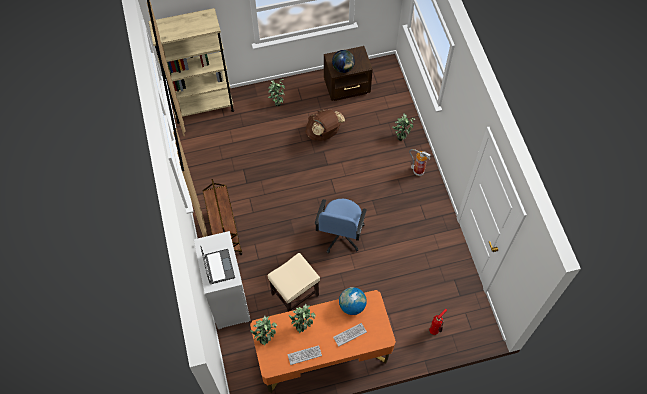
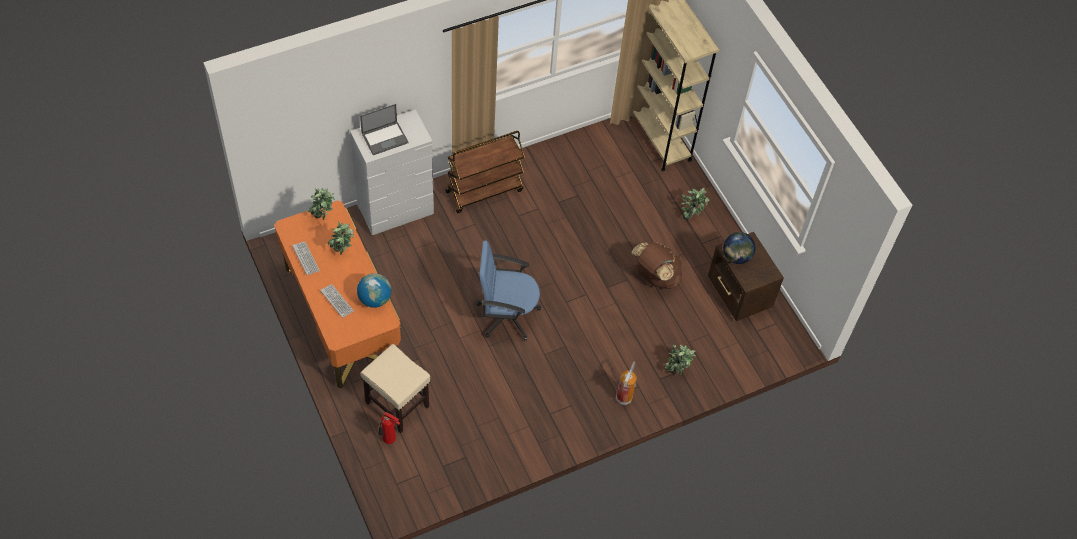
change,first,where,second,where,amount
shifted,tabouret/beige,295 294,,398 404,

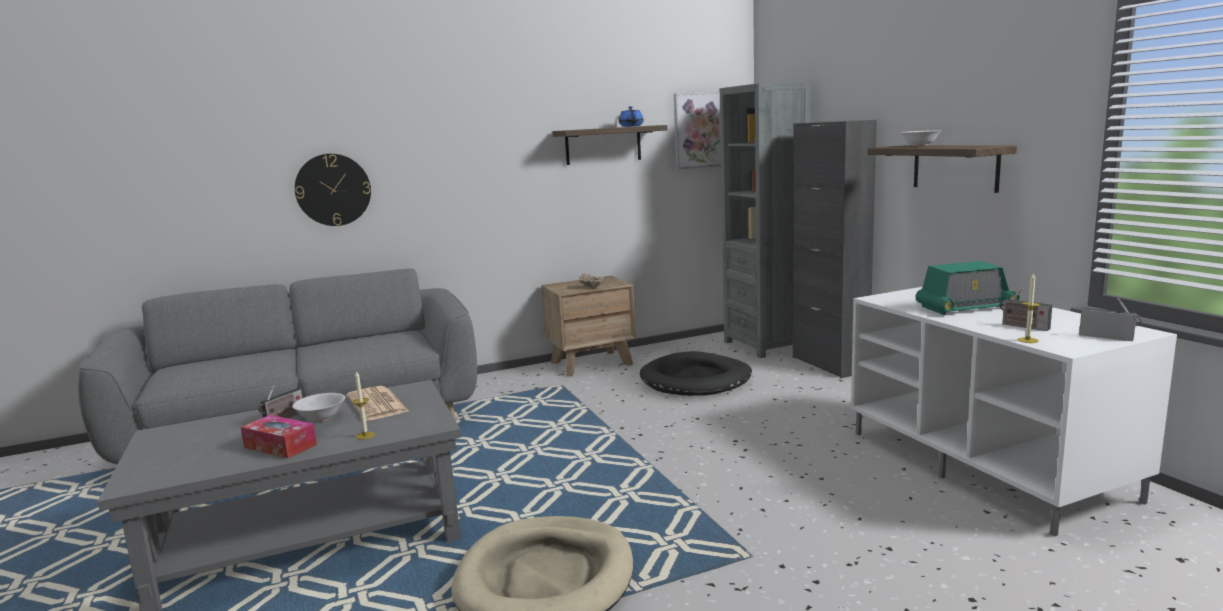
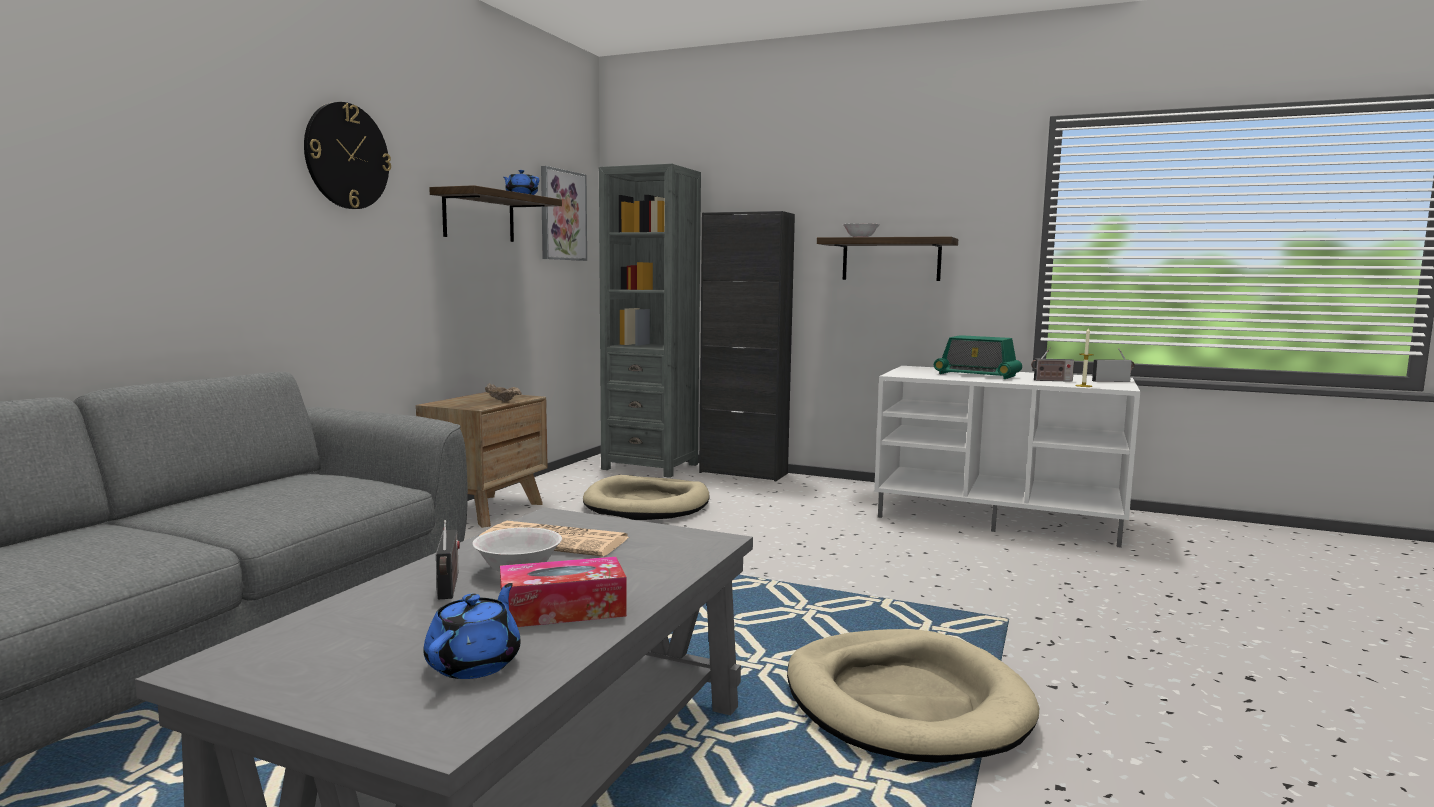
change,first,where,second,where,amount
gone,bougie,365 435,,,
new,,,théière/bleu,475 663,
shifted,horloge murale,333 190,,347 156,
repainted,panier pour chien/noir,696 380,panier pour chien/beige,647 504,
rotated,radio,965 307,,976 375,90 degrees clockwise

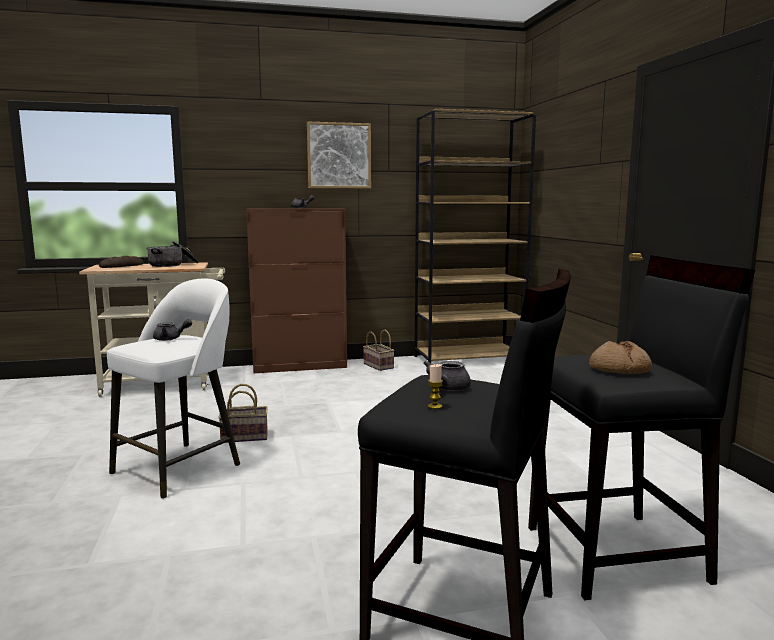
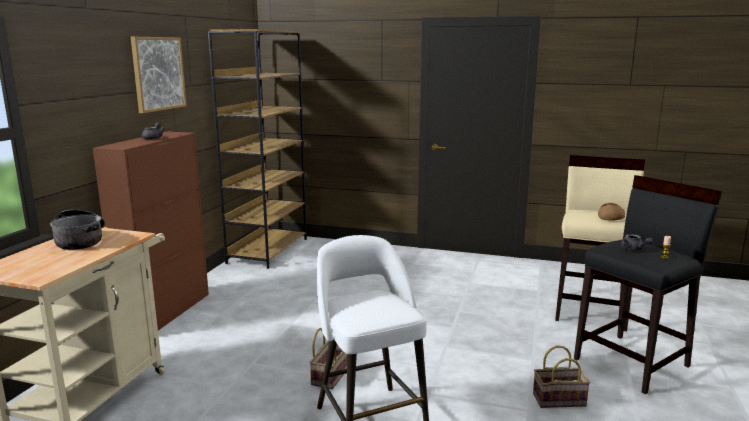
change,first,where,second,where,amount
gone,pain,121 266,,,
gone,théière/gris,171 339,,,
shifted,panier,379 366,,560 399,
repainted,tabouret/noir,617 554,tabouret/beige,591 310,

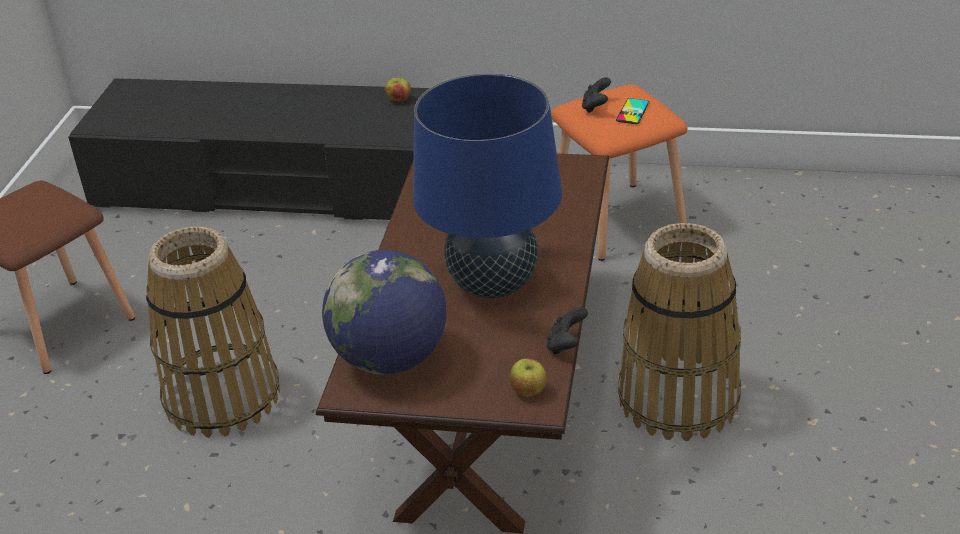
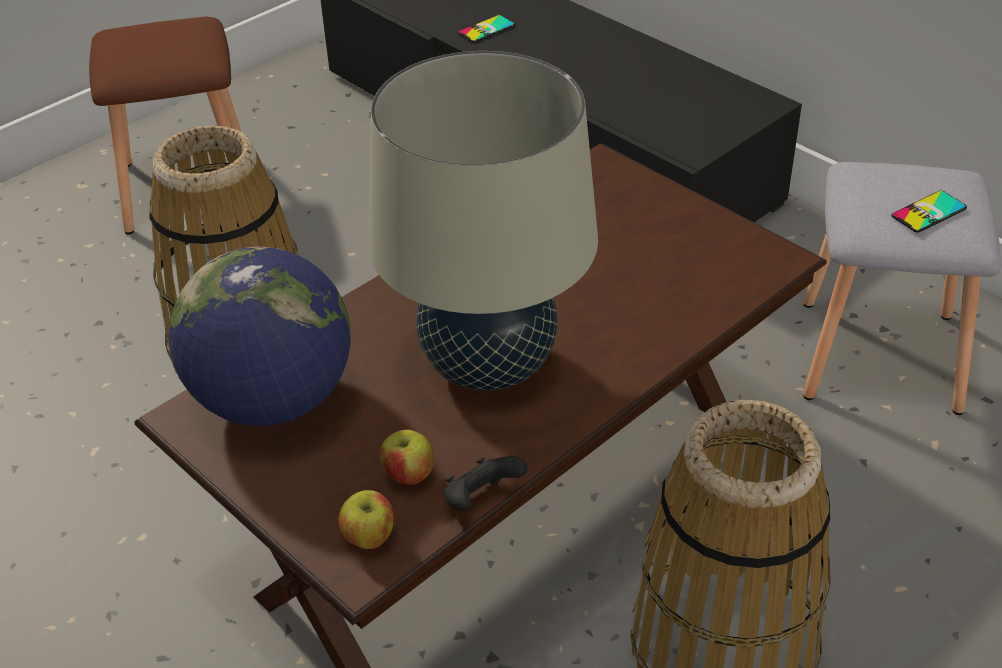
change,first,where,second,where,amount
gone,manette/noir,596 107,,,
new,,,téléphone,486 29,
shifted,pomme,399 100,,408 475,
repainted,lampe de table/bleu,493 284,lampe de table/beige,488 365,
repainted,tabouret/orange,616 221,tabouret/gris,876 356,

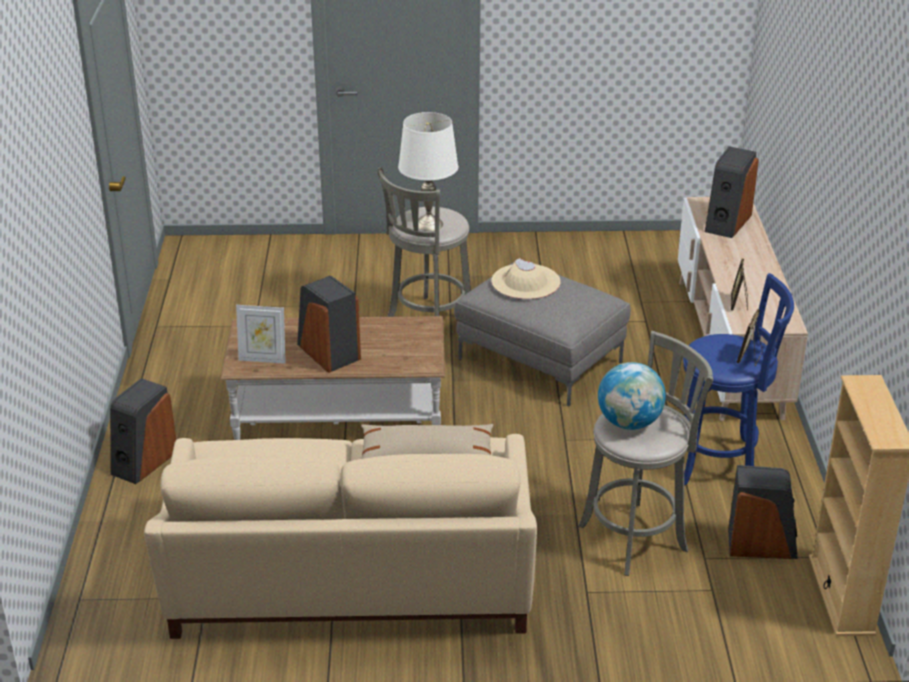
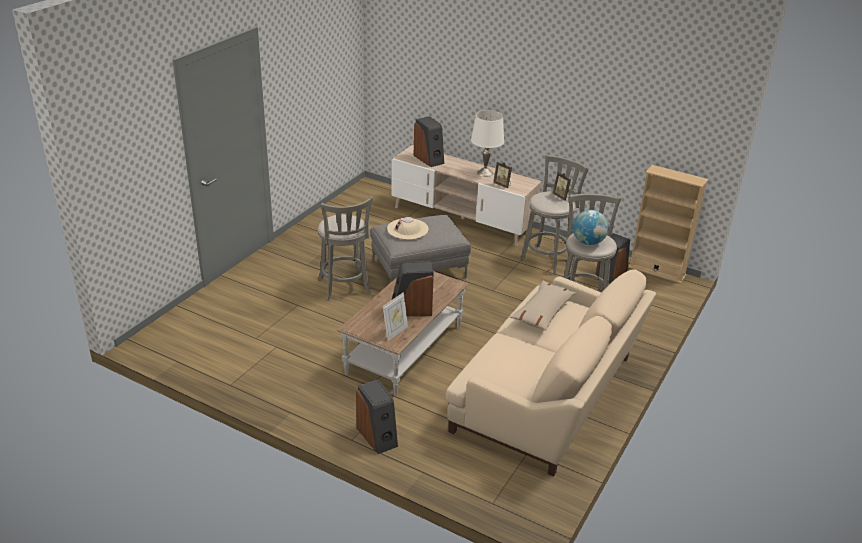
change,first,where,second,where,amount
shifted,lampe de table/blanc,429 224,,485 173,
repainted,tabouret/bleu,721 462,tabouret/gris,547 259,

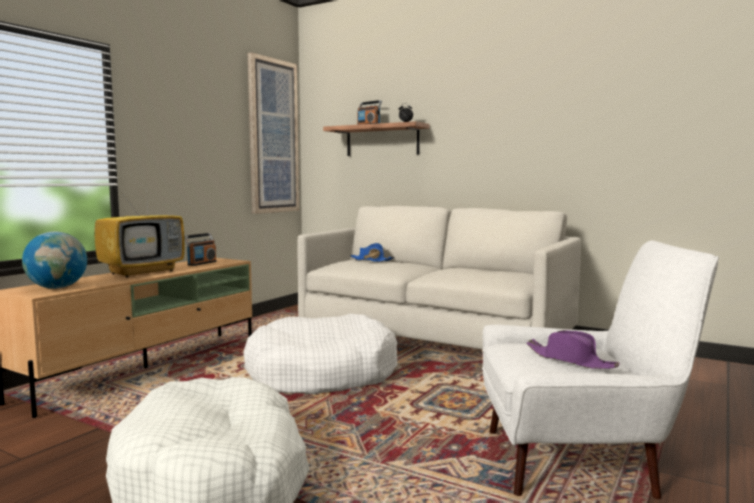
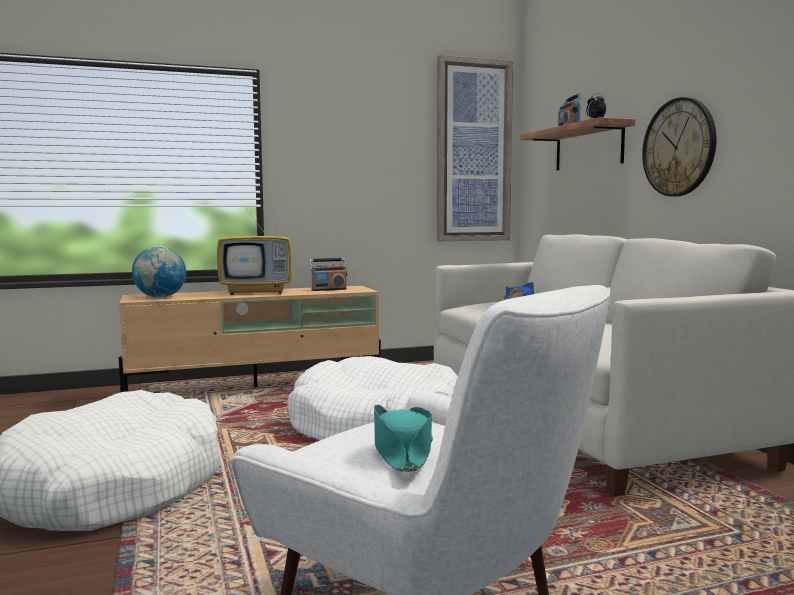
change,first,where,second,where,amount
new,,,horloge murale,679 147,
repainted,chapeau/violet,570 360,chapeau/turquoise,402 451,

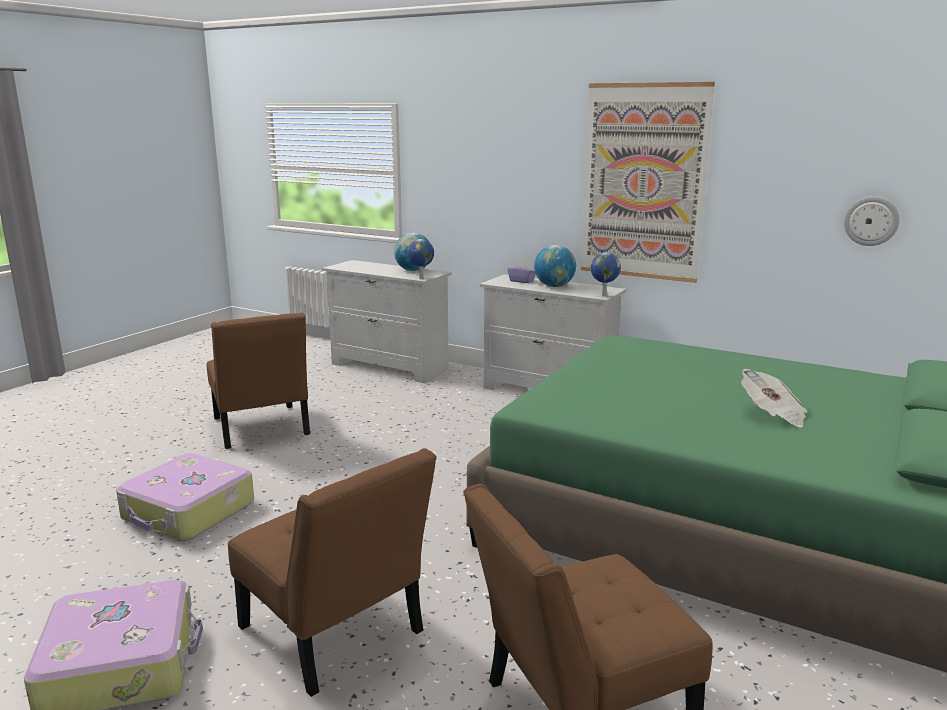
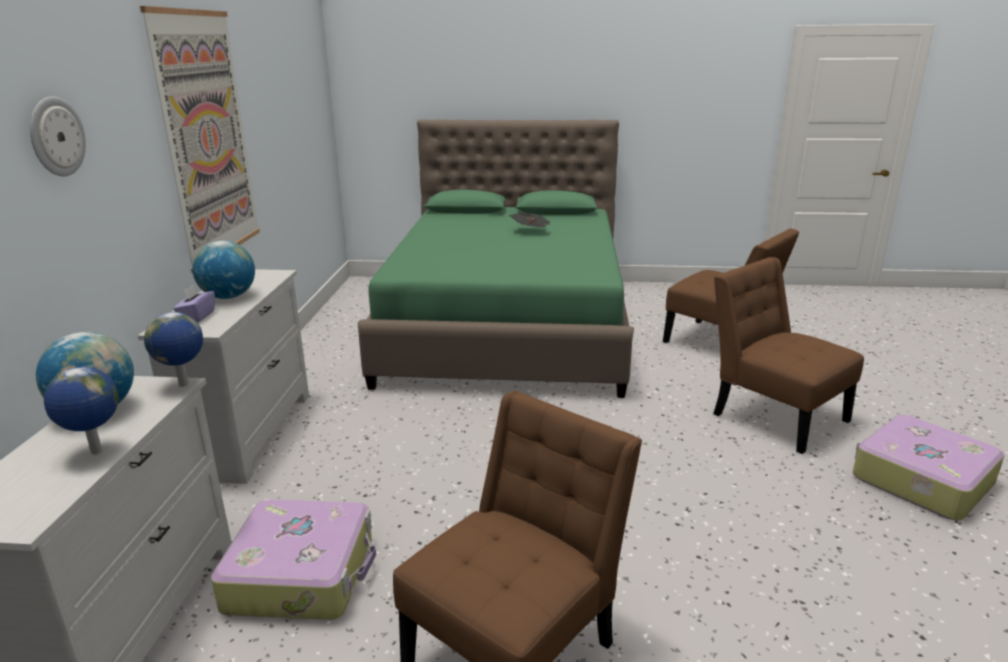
change,first,where,second,where,amount
shifted,valise,188 512,,302 573,
shifted,globe,603 295,,96 452,
shifted,horloge murale,871 221,,56 137,
rotated,chaise/marron,336 635,,774 414,60 degrees counterclockwise

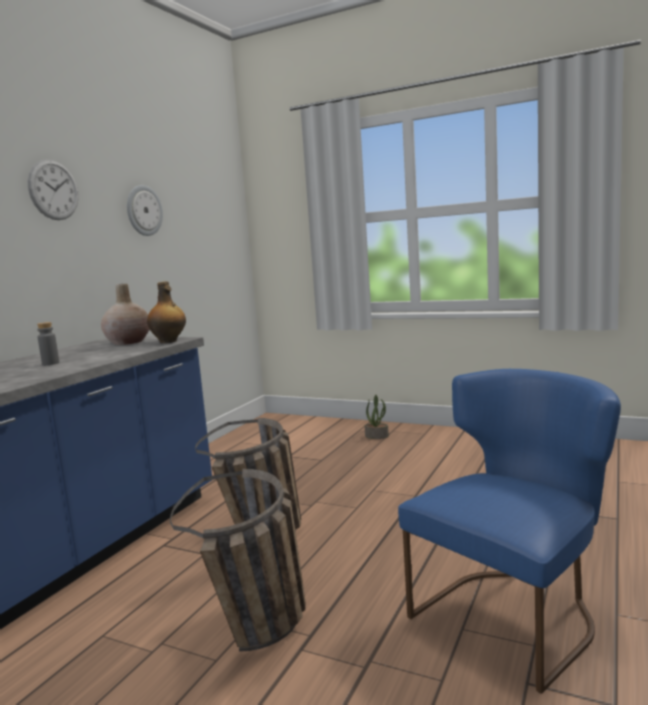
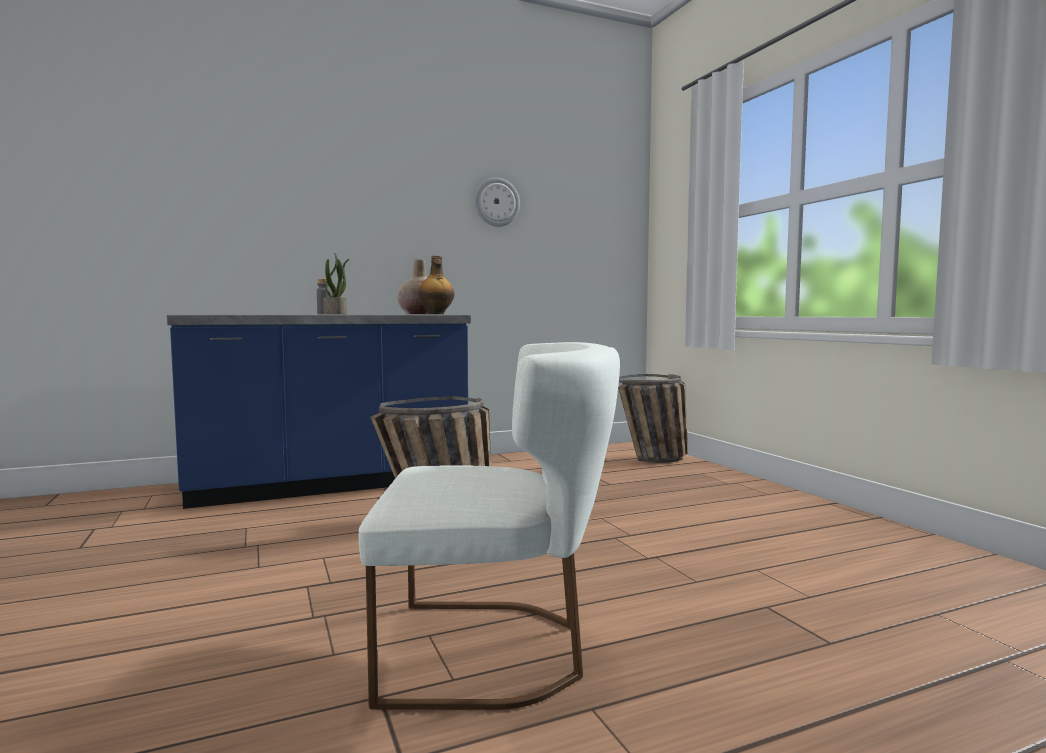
change,first,where,second,where,amount
gone,horloge murale,53 190,,,
shifted,panier,262 633,,655 460,
shifted,plante en pot,377 436,,335 314,
repainted,chaise/bleu,515 613,chaise/blanc,496 650,

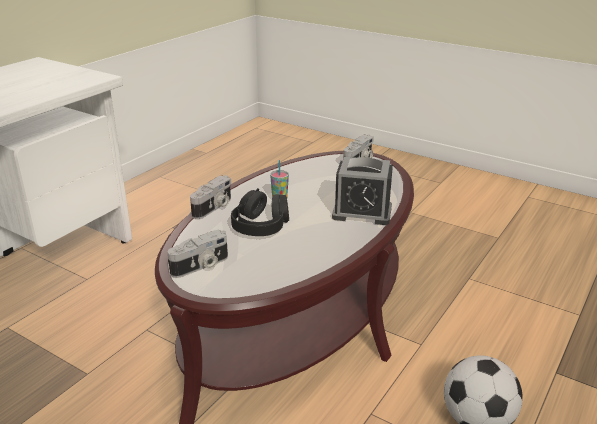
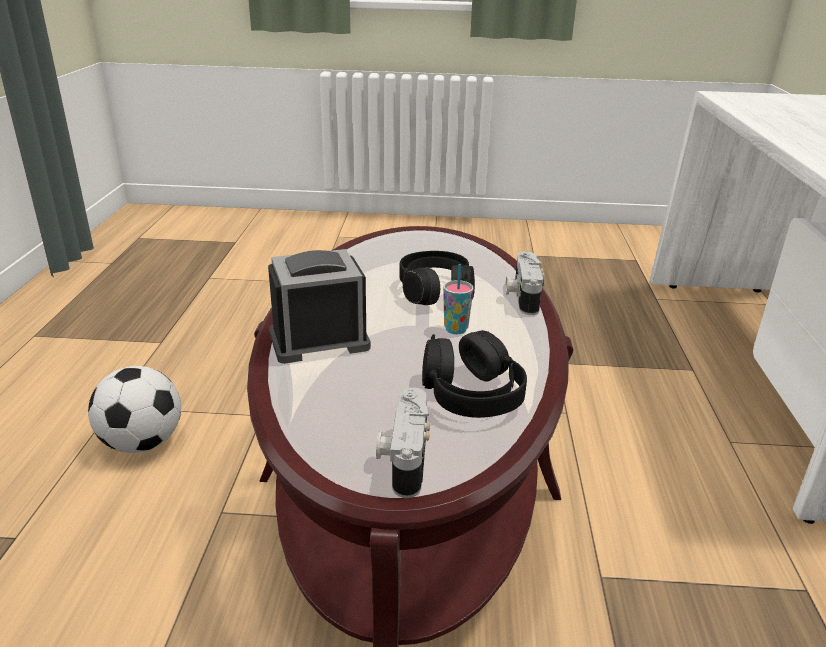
change,first,where,second,where,amount
gone,appareil photo,201 266,,,
new,,,casque audio/noir,471 394,

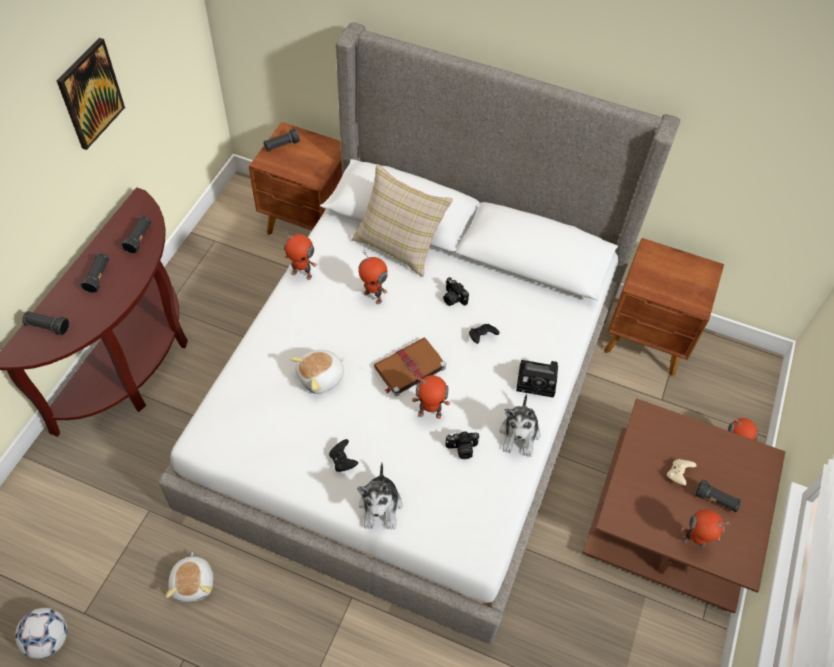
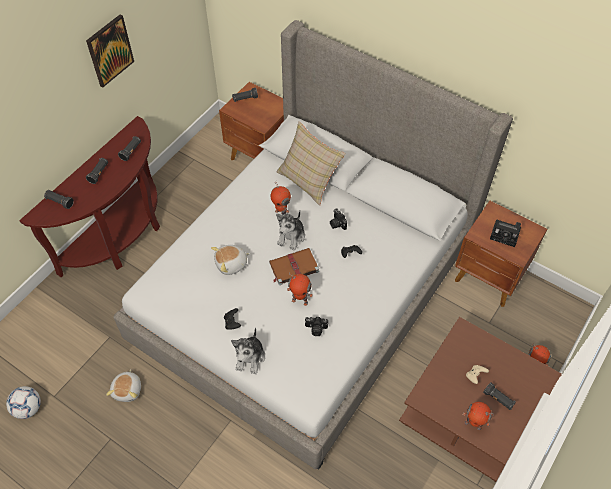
change,first,where,second,where,amount
gone,robot jouet,302 273,,,
shifted,peluche,519 434,,291 236,
shifted,appareil photo,538 381,,506 235,

